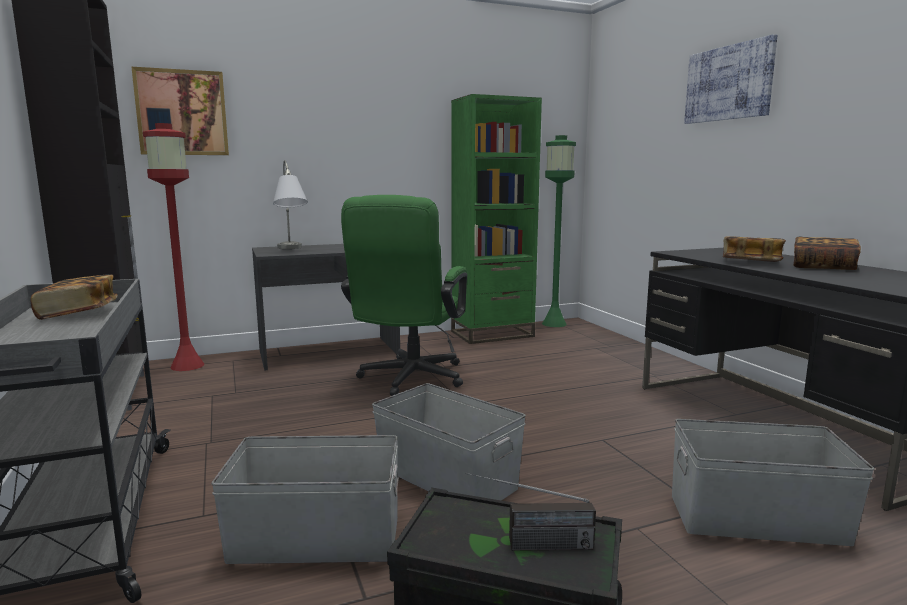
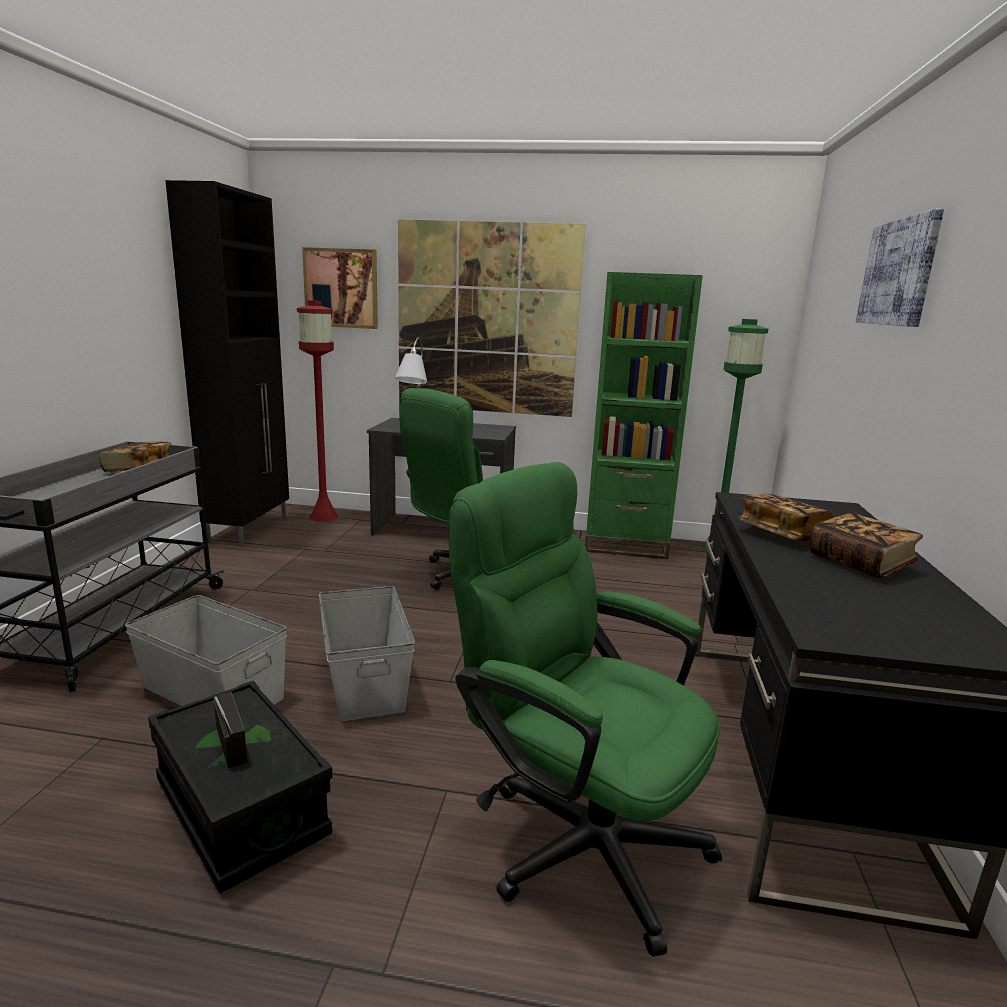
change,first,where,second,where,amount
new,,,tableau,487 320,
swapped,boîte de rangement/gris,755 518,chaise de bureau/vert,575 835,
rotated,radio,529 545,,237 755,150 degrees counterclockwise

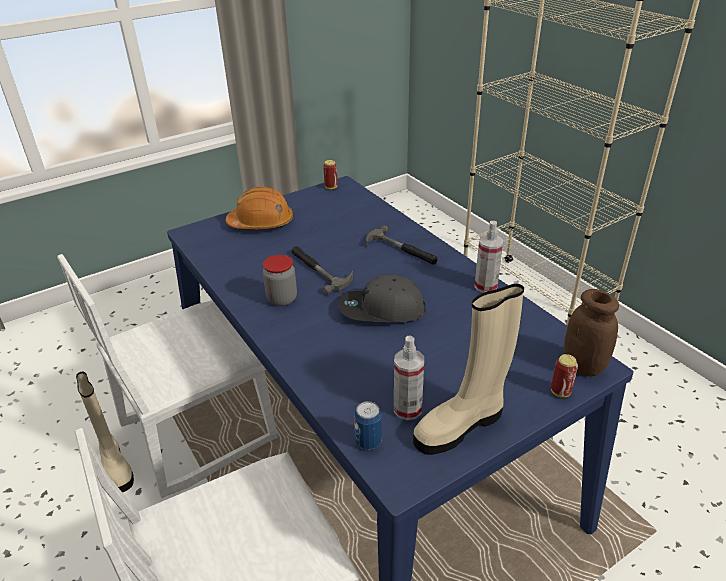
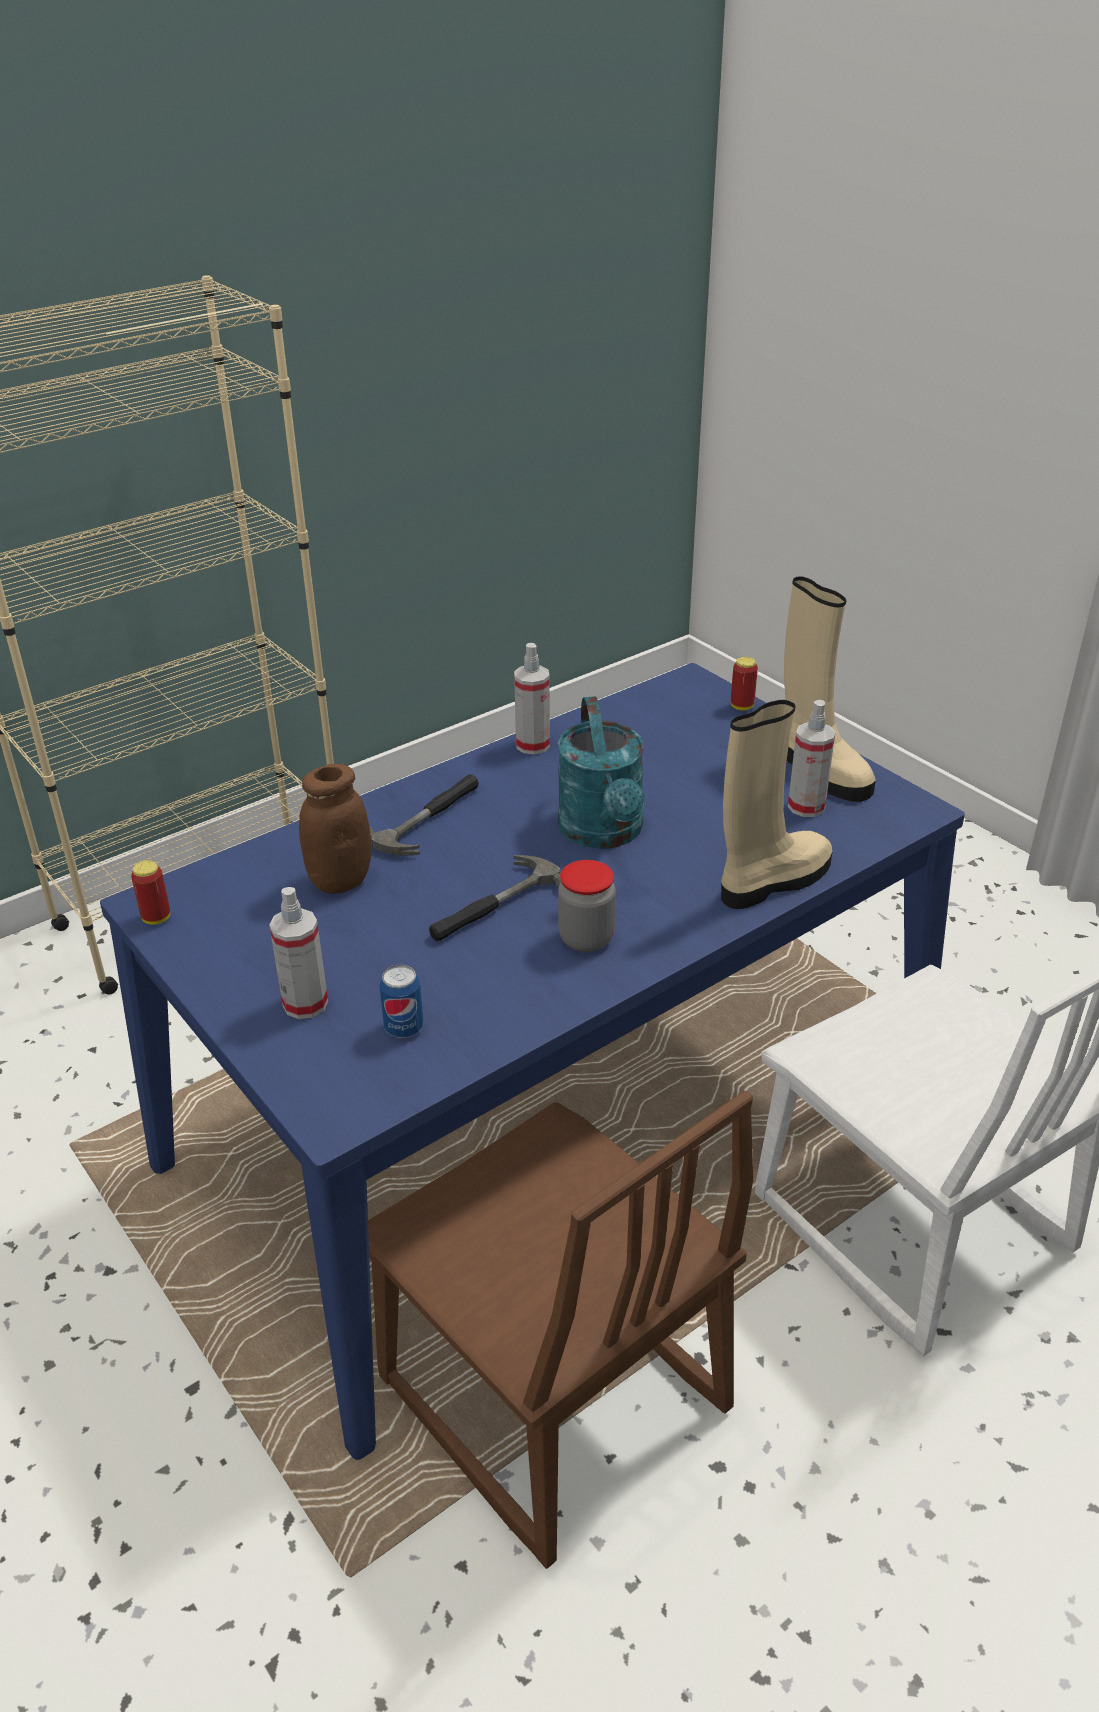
change,first,where,second,where,amount
shifted,botte/beige,115 466,,772 882,
shifted,boîte métallique,368 441,,404 1028,
shifted,bocal/marron,583 366,,340 881,
swapped,casque de chantier/orange,261 223,vaporisateur,305 1003,
swapped,casquette/gris,381 310,arrosoir/turquoise,604 833,
repainted,chaise/blanc,197 431,chaise/marron,550 1397,

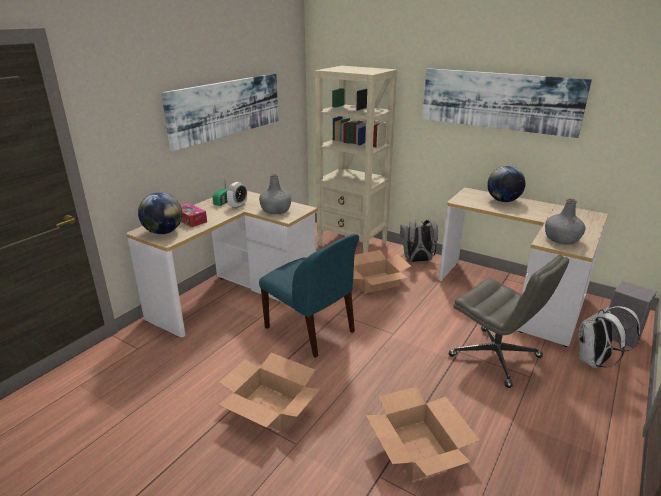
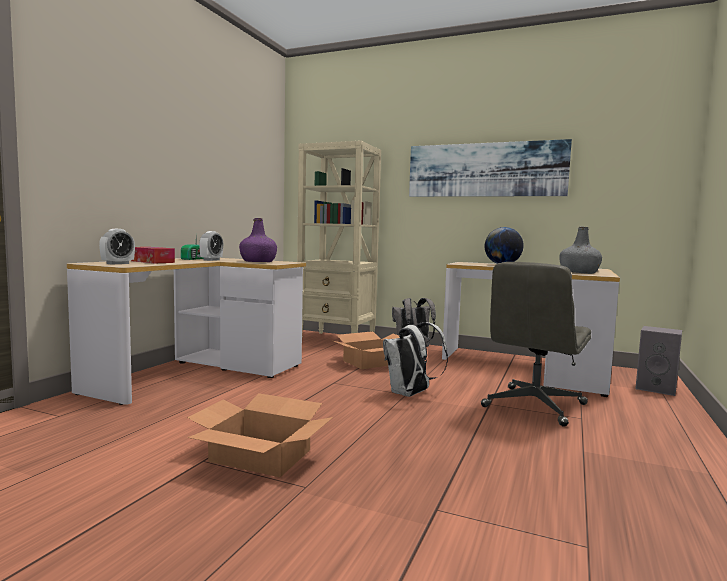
change,first,where,second,where,amount
gone,tableau,226 108,,,
gone,chaise/bleu,311 330,,,
gone,carton,418 449,,,
shifted,sac à dos/blanc,594 362,,410 394,
swapped,globe,163 232,réveil,118 263,
repainted,bouteille/gris,276 210,bouteille/violet,258 262,
rotated,chaise de bureau/gris,496 357,,534 406,90 degrees clockwise

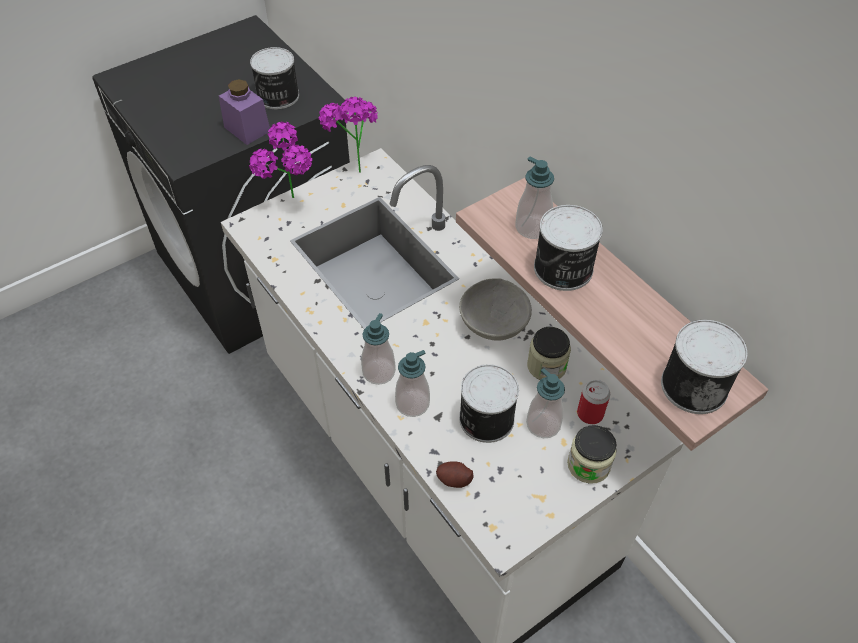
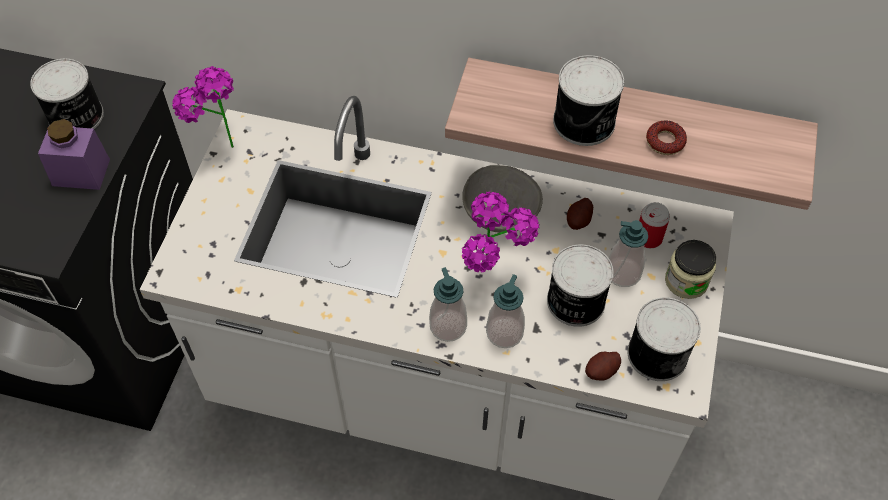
change,first,where,second,where,amount
gone,distributeur de savon,532 227,,,
new,,,beignet,665 141,
shifted,plante en pot,291 205,,495 278,
shifted,boîte métallique,694 384,,656 352,
swapped,bocal,546 366,pomme de terre,578 221,

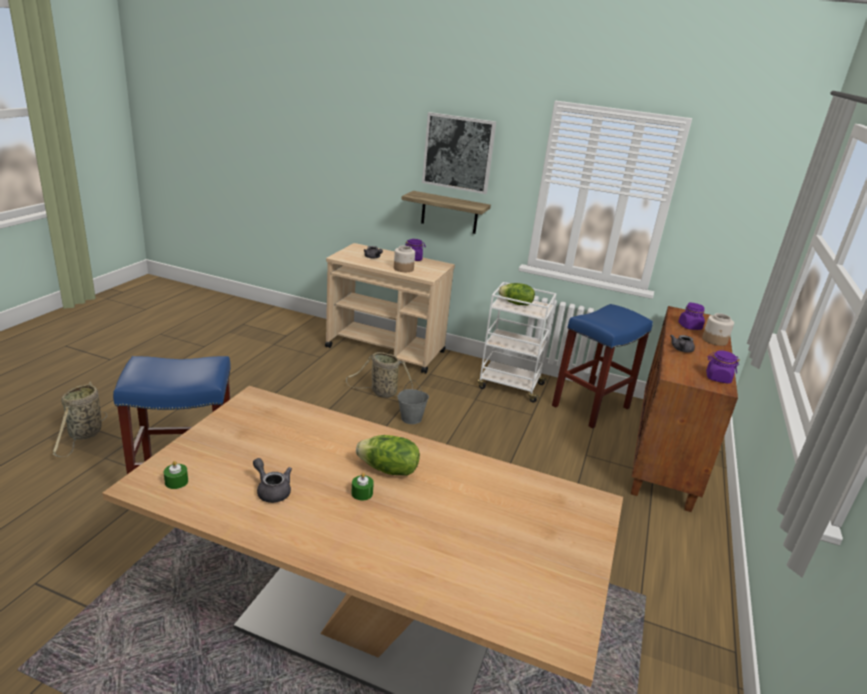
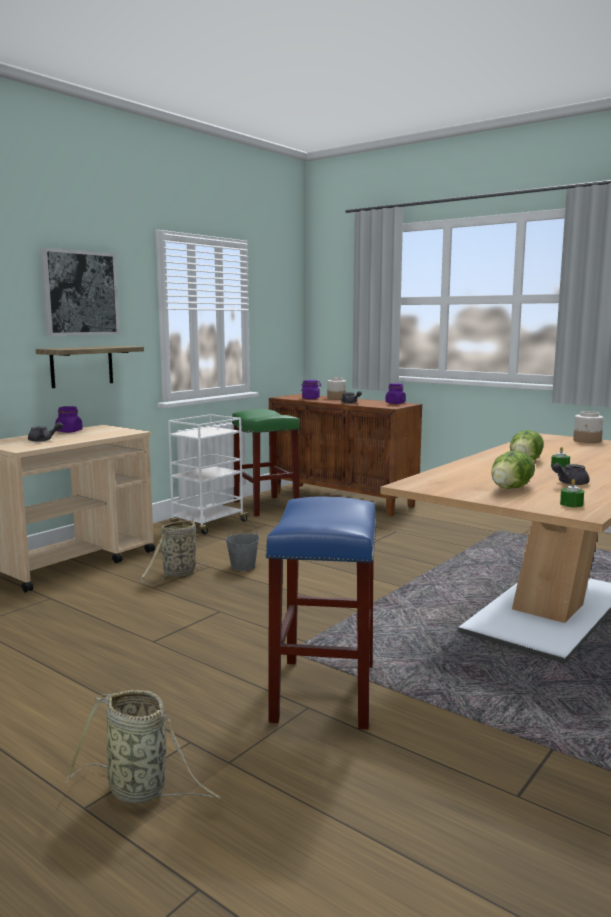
change,first,where,second,where,amount
shifted,bocal,403 269,,587 441,
shifted,laitue,516 303,,511 488,
repainted,tabouret/bleu,591 406,tabouret/vert,265 506,

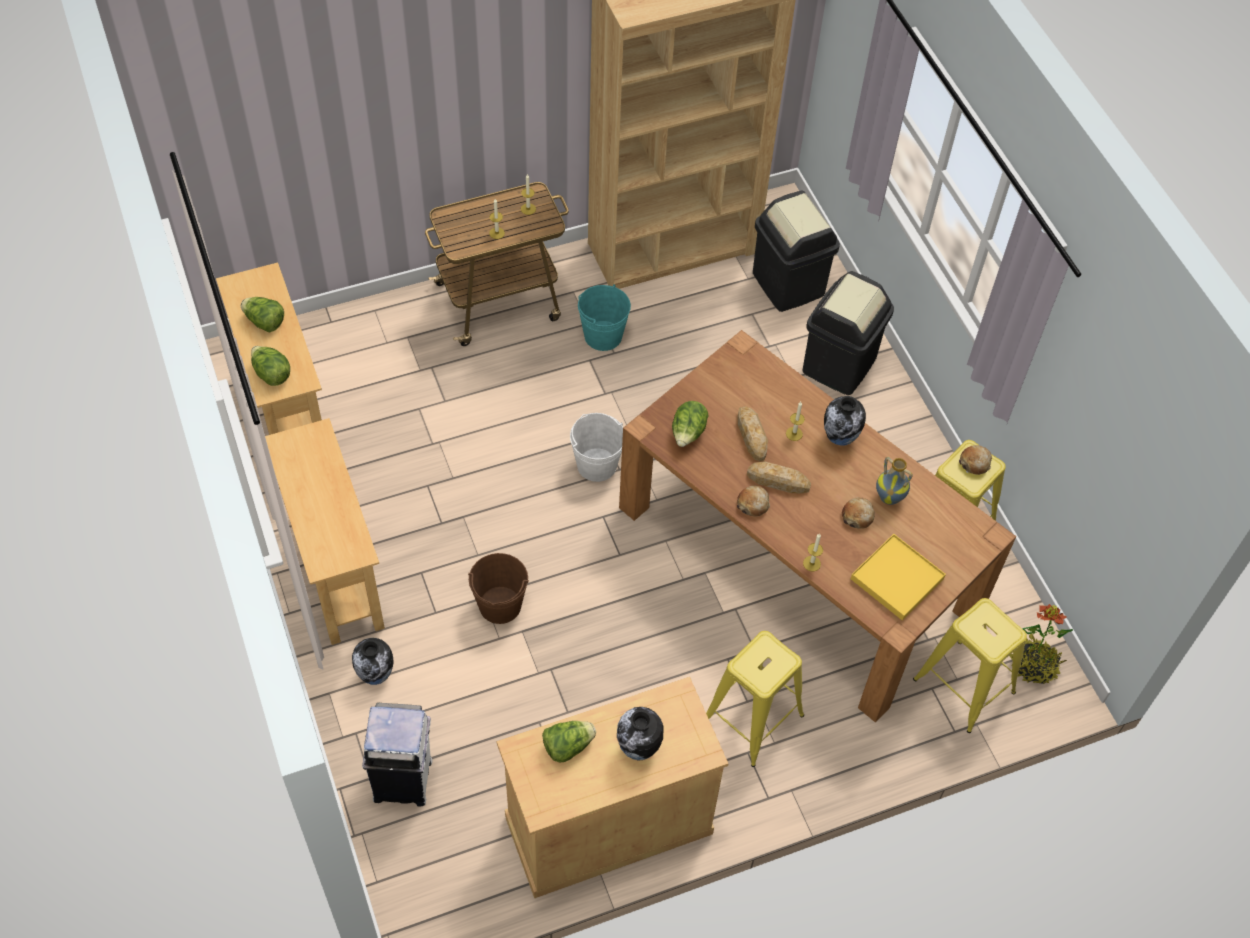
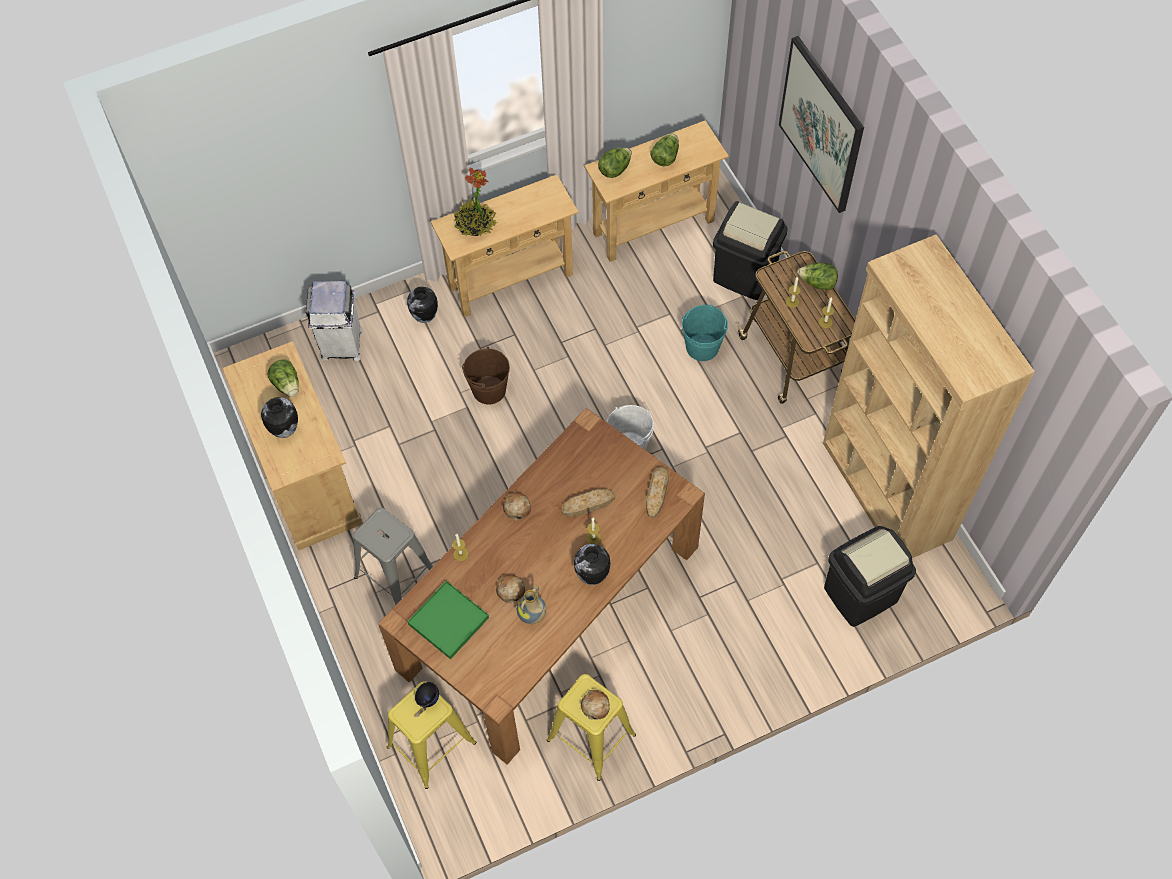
change,first,where,second,where,amount
new,,,bol/noir,428 698,
new,,,tableau,822 124,
shifted,seau/turquoise,603 336,,702 347,
shifted,laitue,688 433,,817 283,
shifted,pain,778 481,,657 493,
shifted,poubelle/noir,838 364,,745 274,
shifted,plante en pot,1034 665,,475 224,
repainted,tabouret/jaune,752 718,tabouret/gris,396 575,
repainted,plateau/jaune,897 579,plateau/vert,448 621,

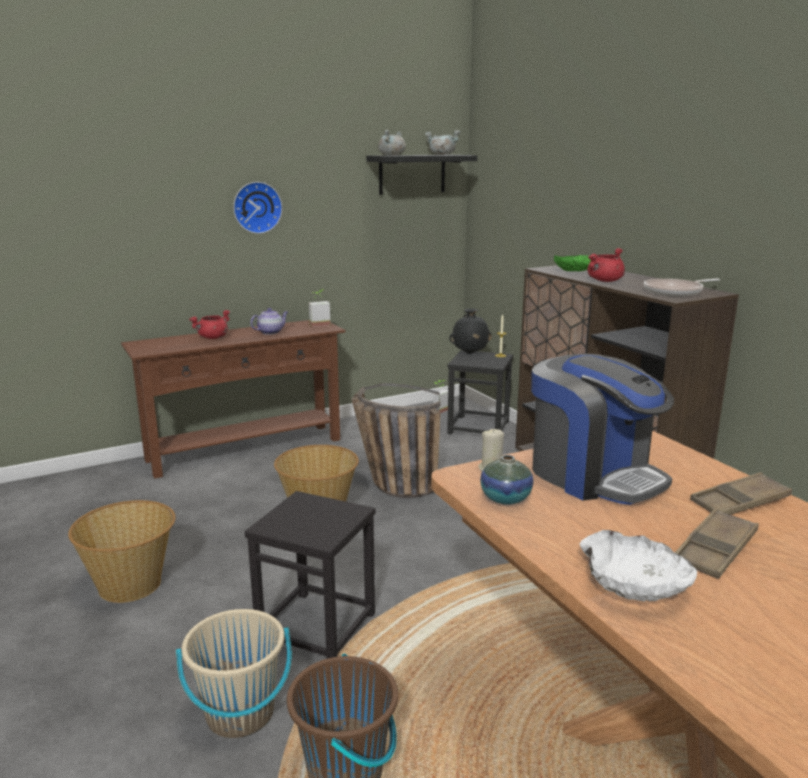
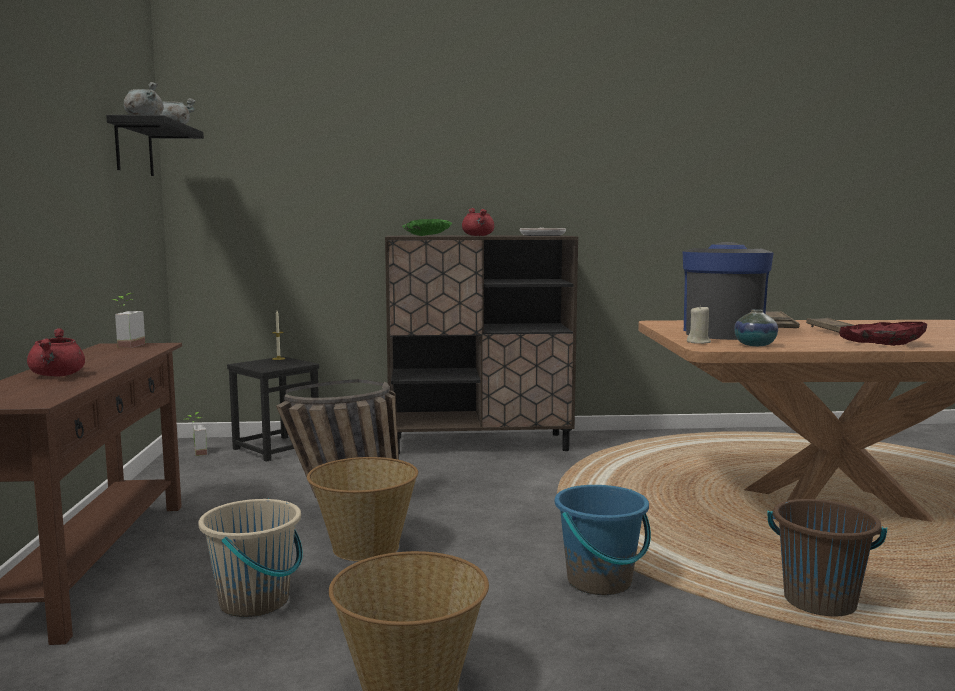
change,first,where,second,where,amount
gone,horloge murale,256 207,,,
gone,théière,270 332,,,
gone,vase/noir,469 353,,,
shifted,seau/beige,240 714,,255 602,
swapped,tabouret/noir,317 626,seau/bleu,600 581,
repainted,bol/blanc,633 583,bol/rouge,882 343,
rotated,machine à café,594 475,,722 332,60 degrees counterclockwise

